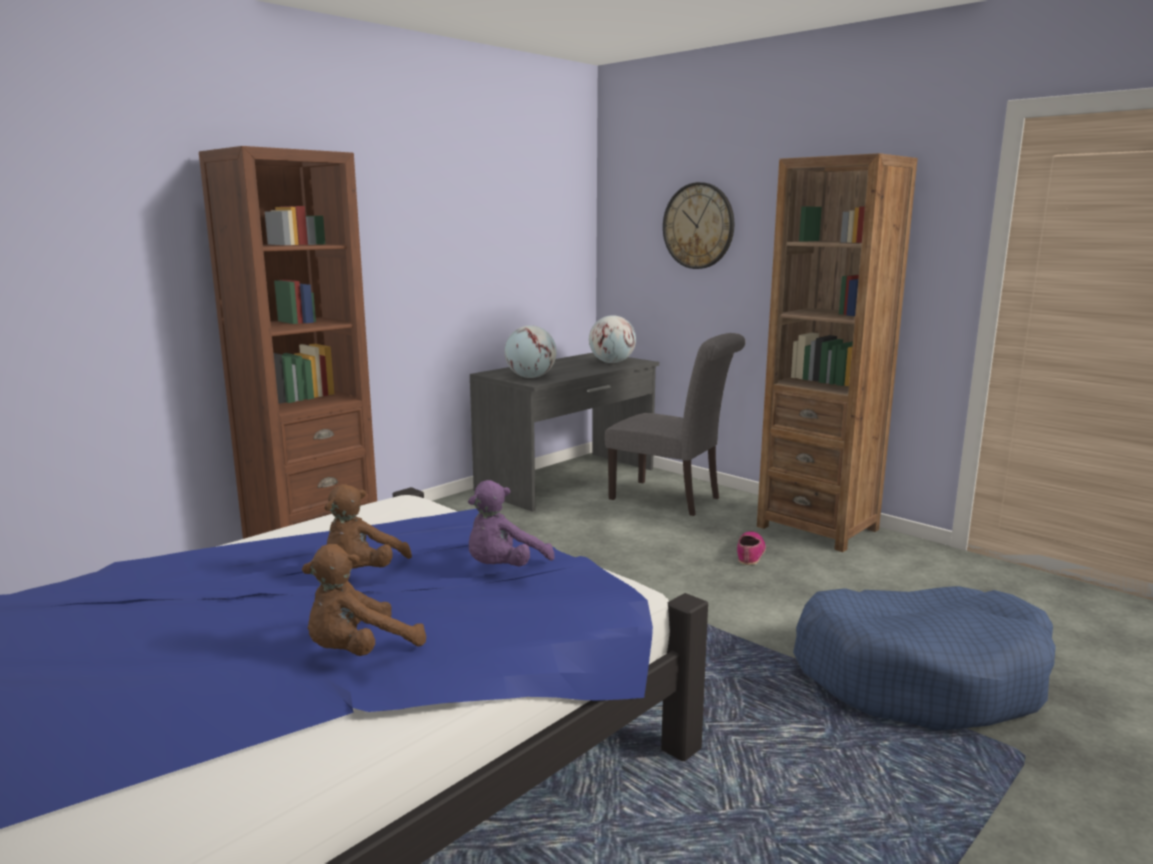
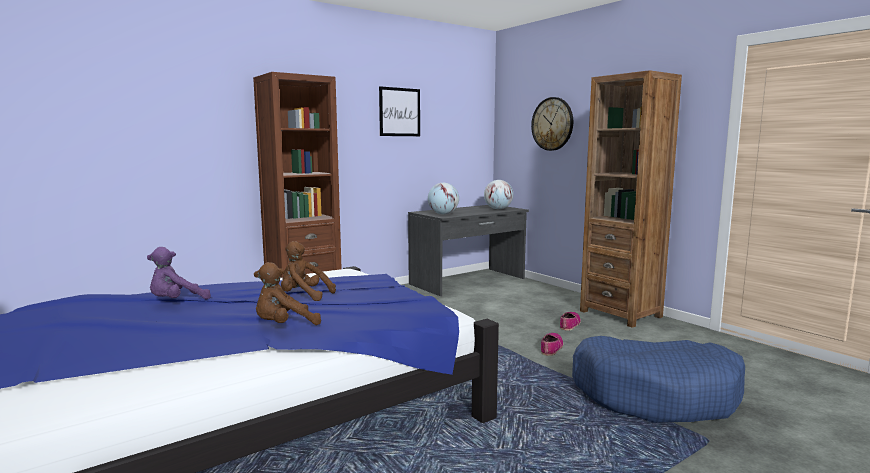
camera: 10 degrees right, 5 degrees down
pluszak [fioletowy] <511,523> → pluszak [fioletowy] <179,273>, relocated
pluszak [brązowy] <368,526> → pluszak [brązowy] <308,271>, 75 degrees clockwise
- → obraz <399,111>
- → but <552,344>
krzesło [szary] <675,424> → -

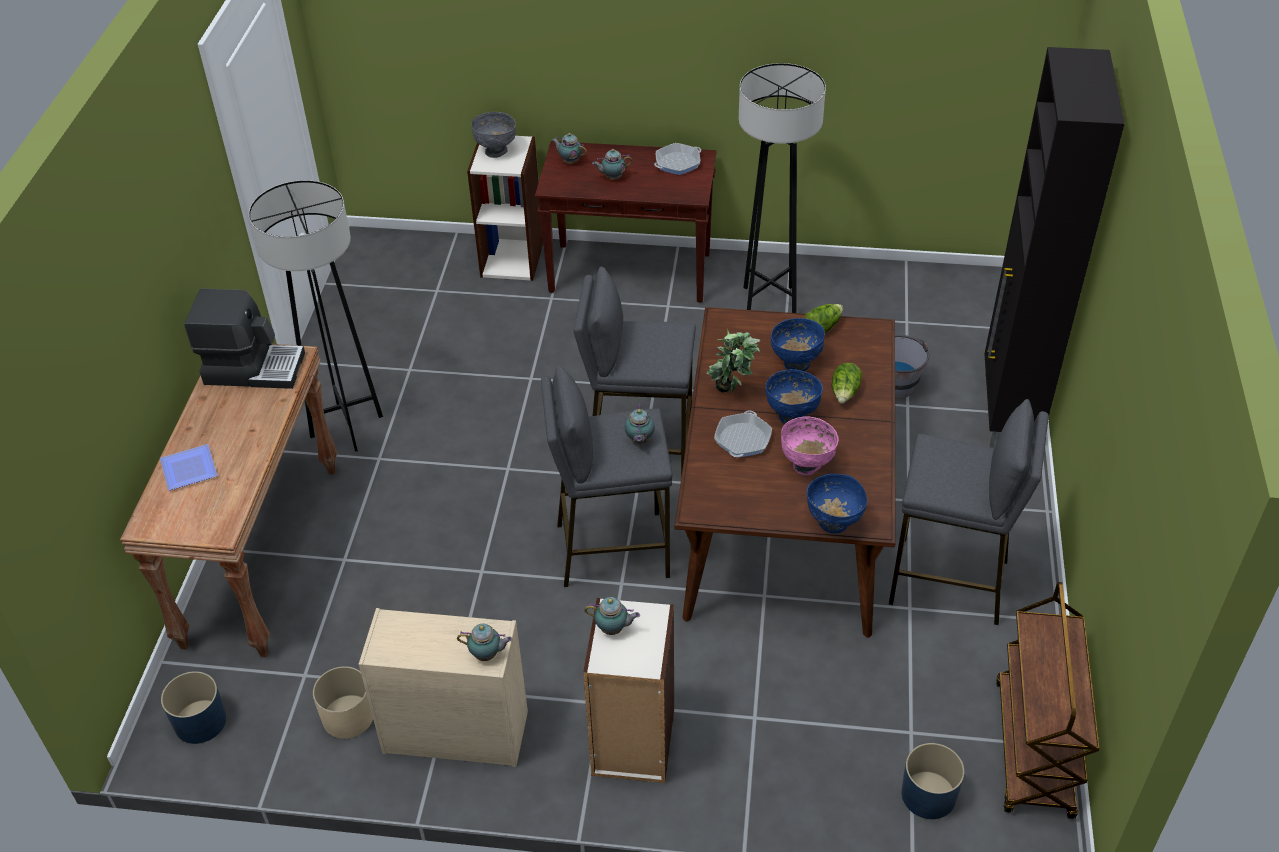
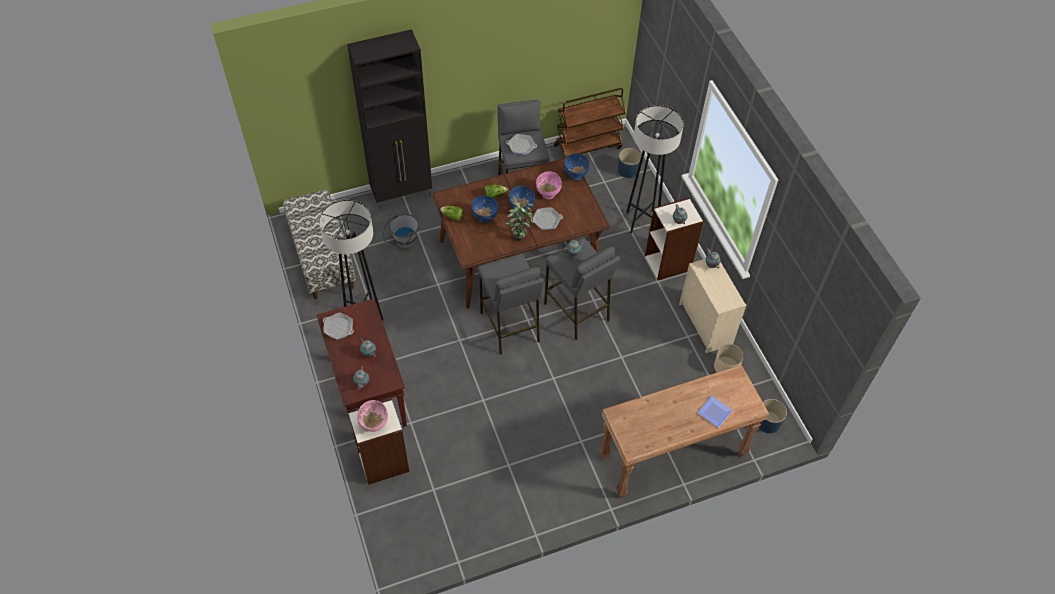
camera: 120 degrees left, 10 degrees up
- → ławka <319,244>
miska [szary] <493,135> → miska [różowy] <372,416>
- → patelnia <521,144>
lampa stojąca [szary] <316,316> → lampa stojąca [szary] <655,169>, relocated
ekspres do kawy <244,339> → -

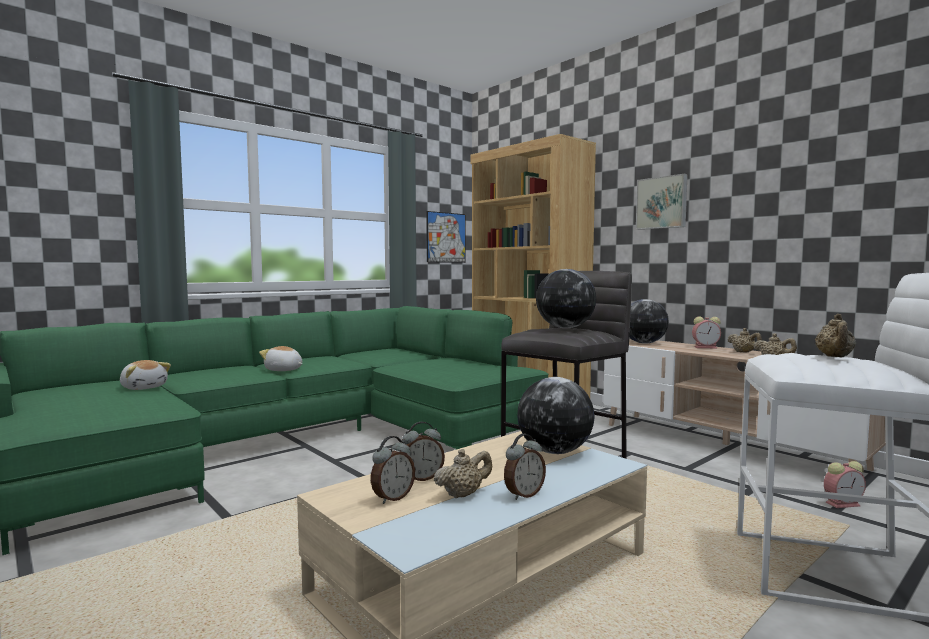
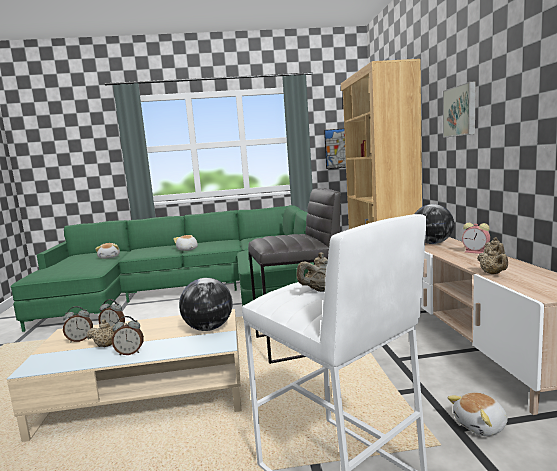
camera: 35 degrees right, 5 degrees up
budzik <845,484> → pluszak <477,414>
globus <566,298> → -

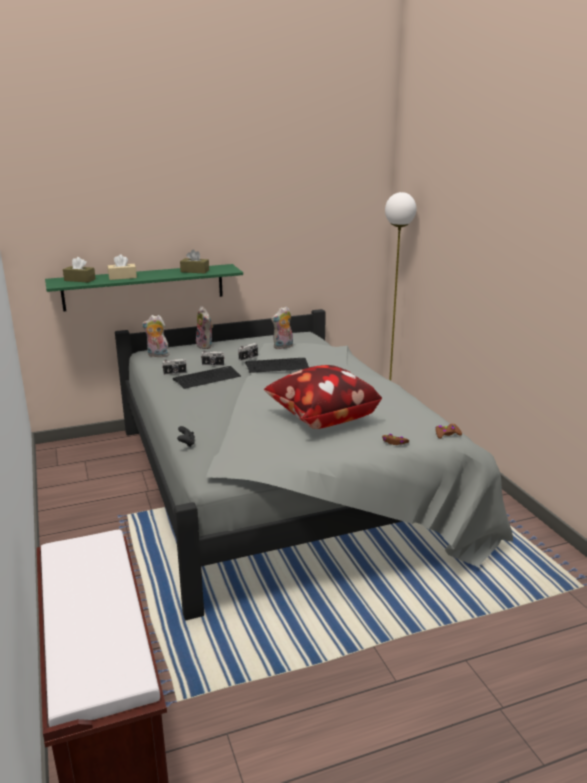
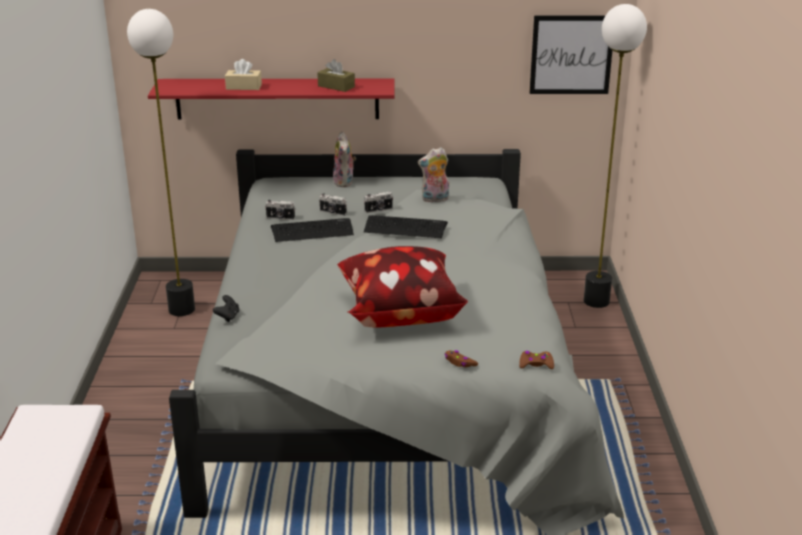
camera: 20 degrees right, 5 degrees up
- → lampa stojąca <161,162>
półka [zielony] <144,288> → półka [czerwony] <271,99>
- → obraz <570,54>
pudełko chusteczek [brązowy] <79,270> → -
pluszak <155,336> → -

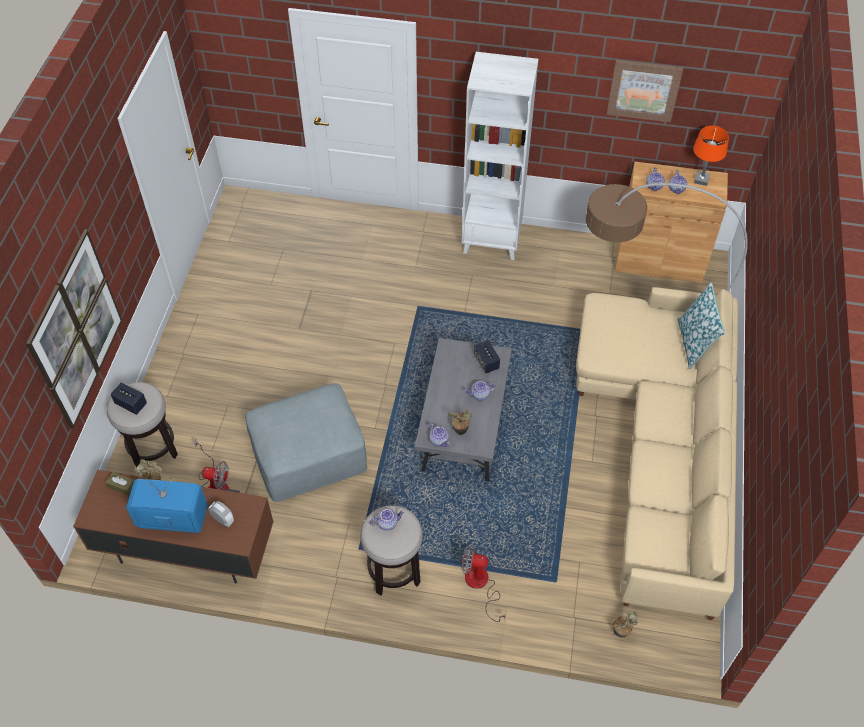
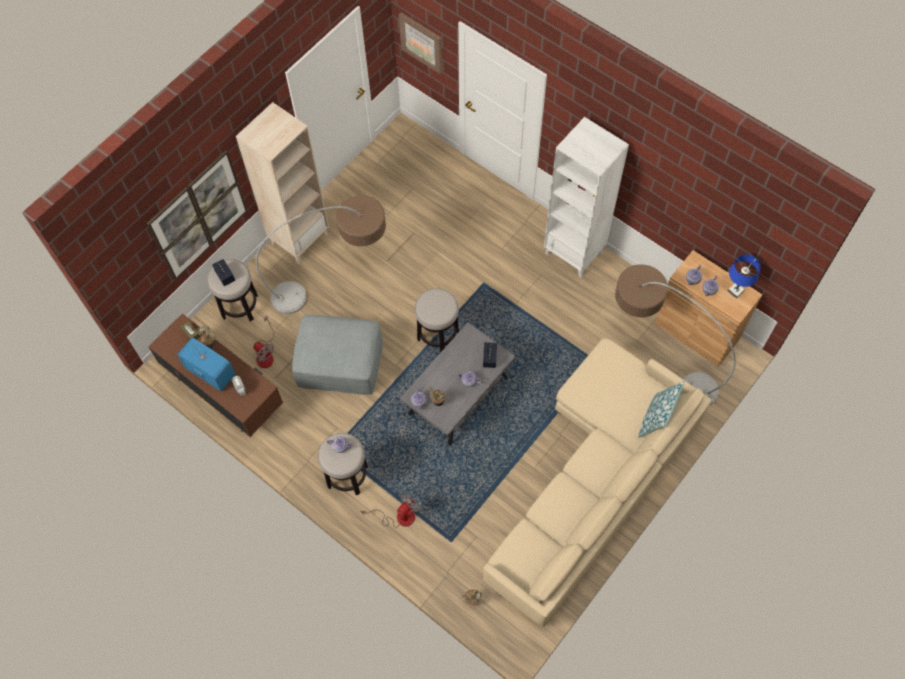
camera: 30 degrees right, 10 degrees up
- → regał [beżowy] <282,183>
- → lampa stojąca <321,254>
wentylator <484,583> → wentylator <389,511>, 90 degrees clockwise
obraz <645,91> → obraz <420,43>, relocated
- → stołek <437,320>
lampa stołowa [pomarańczowy] <711,156> → lampa stołowa [niebieski] <744,276>

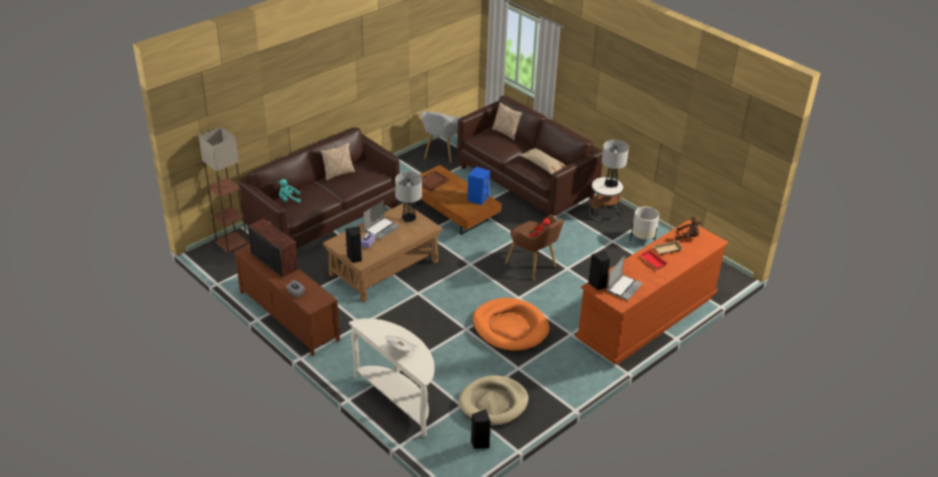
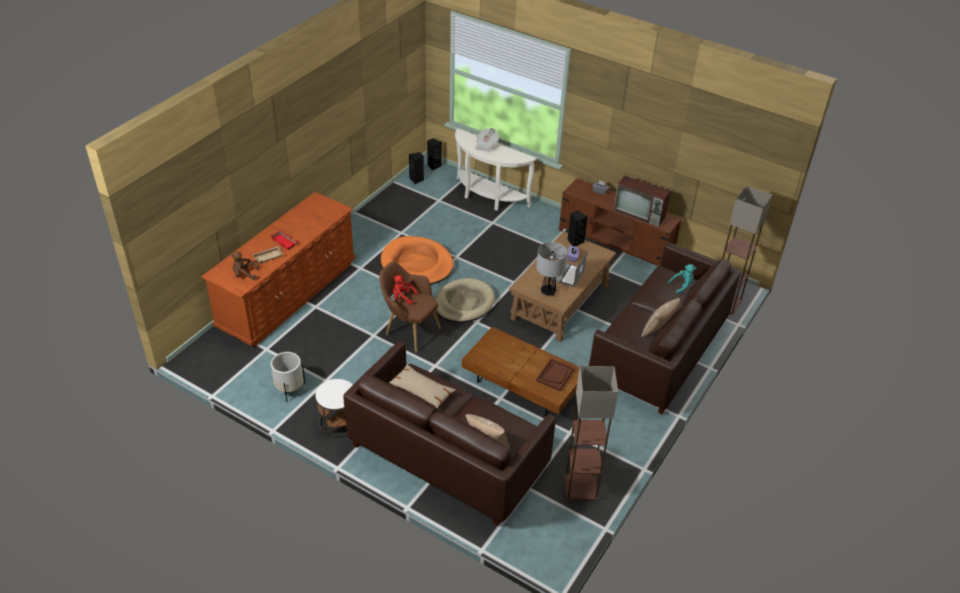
camera: 165 degrees right, 5 degrees up
głośnik [czarny] <599,270> → głośnik [czarny] <434,154>, relocated
legowisko [beżowy] <493,400> → legowisko [beżowy] <465,300>, relocated
fotel [szary] <441,137> → lampa stojąca <591,433>
głośnik [niebieski] <478,186> → -
lampa stołowa <615,163> → -
laptop <624,278> → -

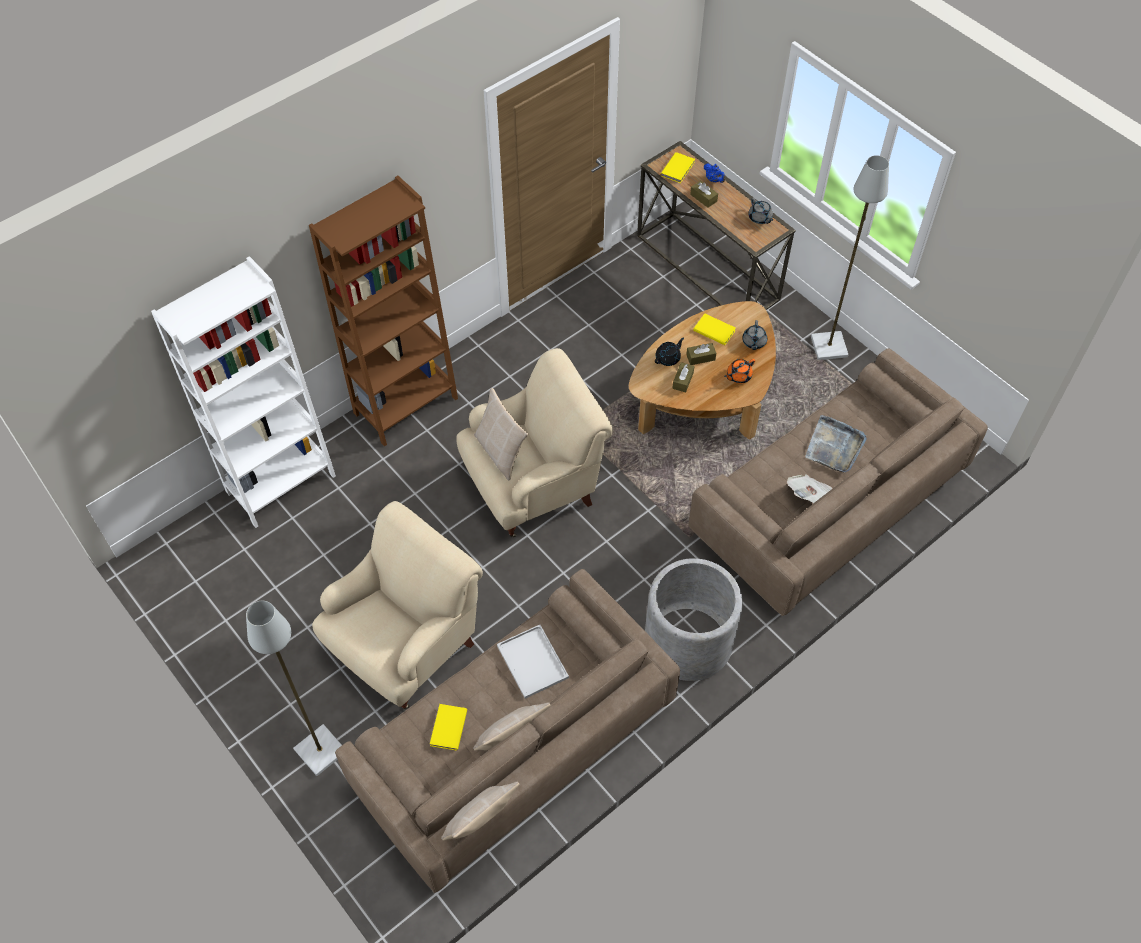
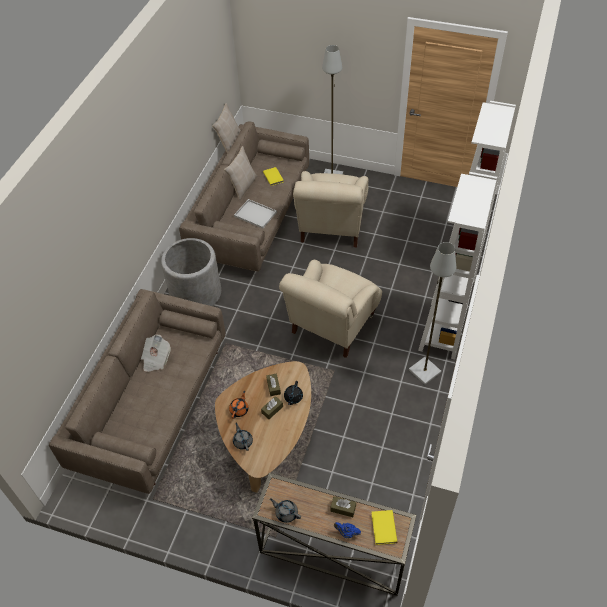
camera: 150 degrees right, 5 degrees down
lampa stojąca [szary] <850,257> → lampa stojąca [szary] <432,313>, relocated
regał [brązowy] <383,311> → regał [biały] <457,265>
poduszka [beżowy] <501,434> → -
książka [żółty] <714,329> → -
taca [szary] <836,444> → -

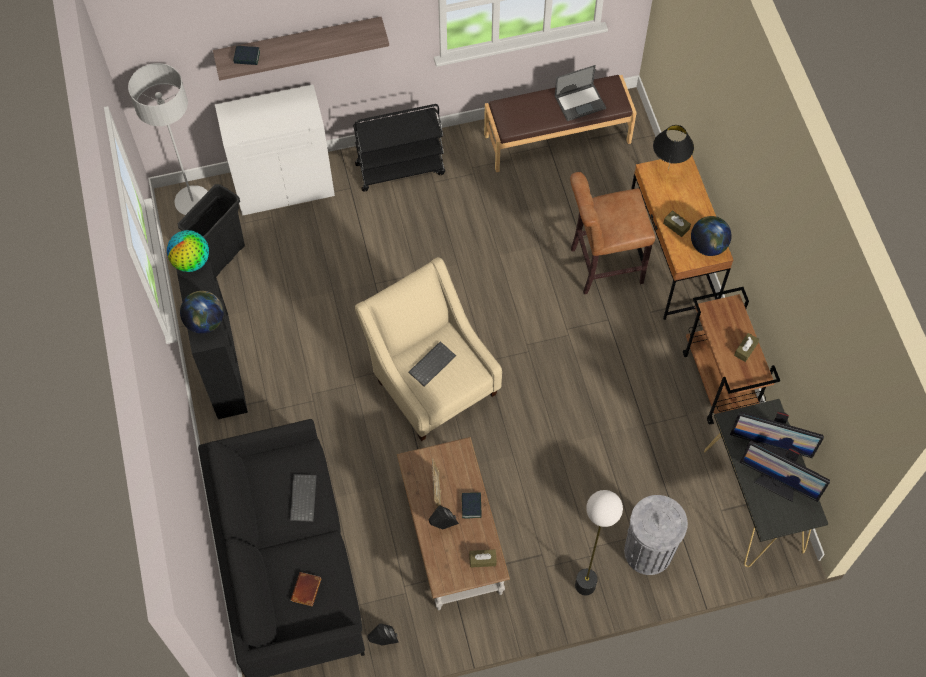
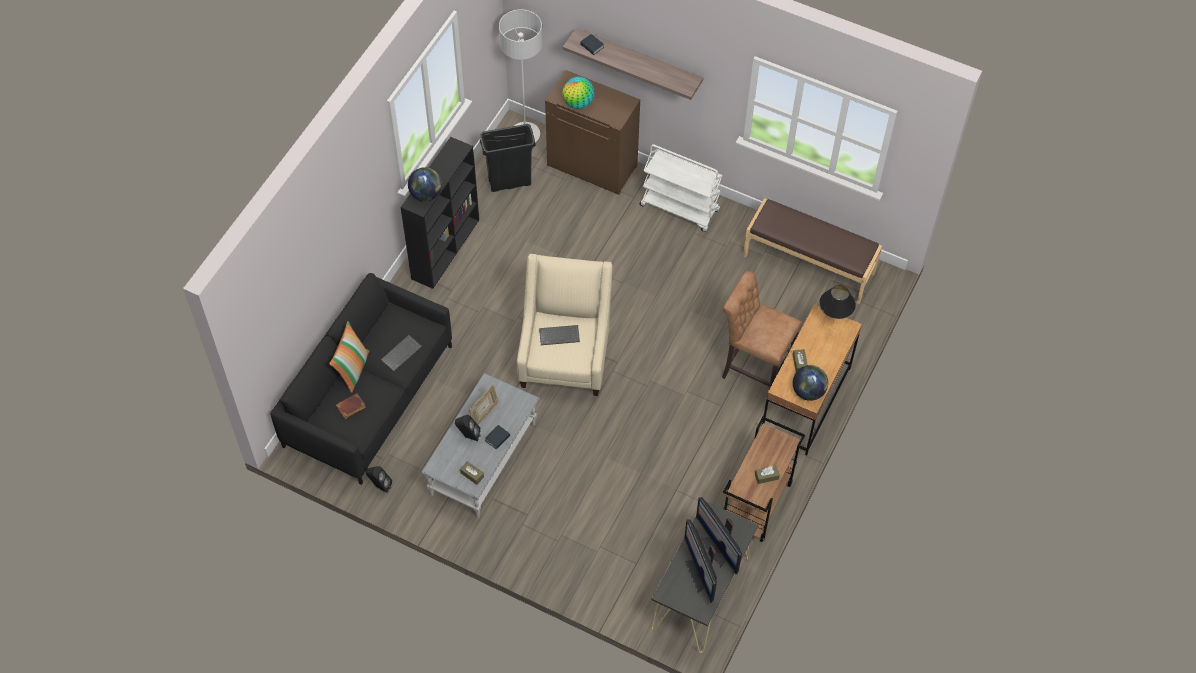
camera: 40 degrees right, 5 degrees down
- → poduszka <349,357>
ława [brązowy] <453,523> → ława [szary] <480,445>
szafka [biały] <275,150> → szafka [brązowy] <592,132>
globus <188,251> → globus <578,93>, relocated
wózek [czarny] <399,148> → wózek [biały] <681,188>
laptop <580,93> → -
lampa stojąca <599,542> → -
kosz na śmieci [szary] <656,535> → -

